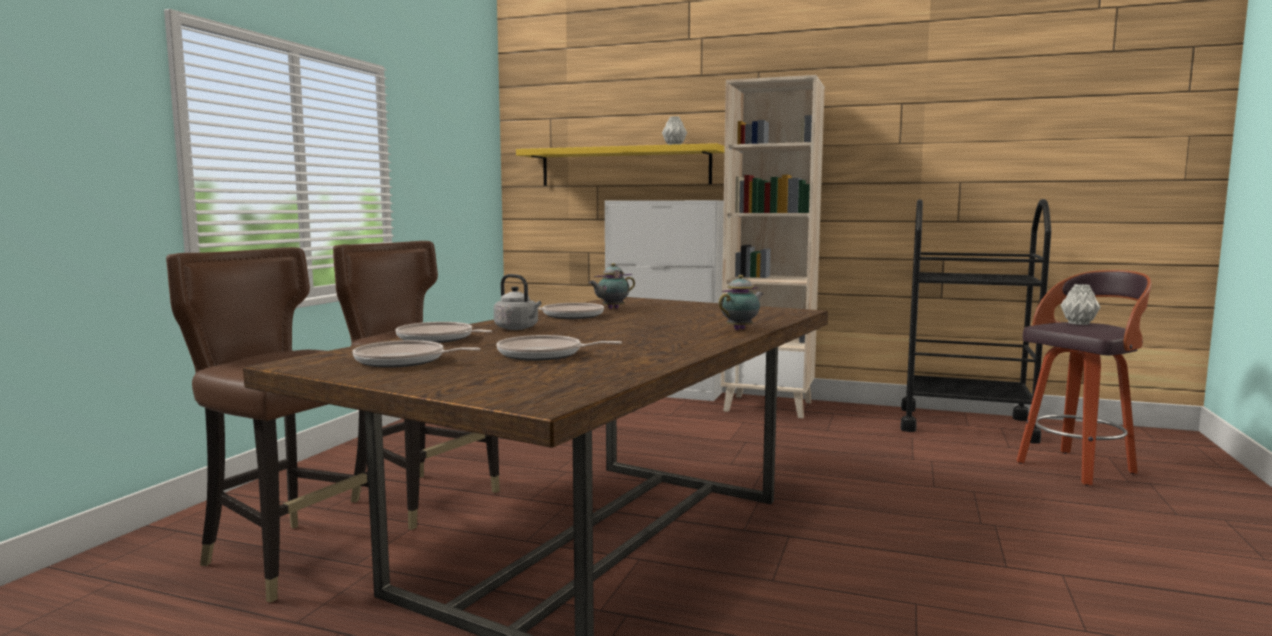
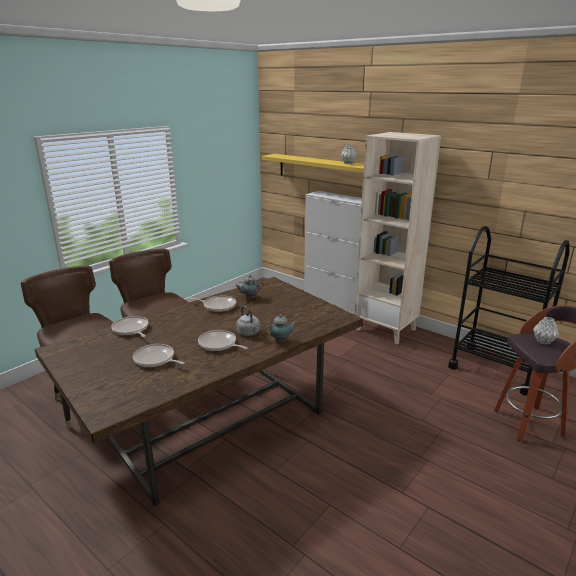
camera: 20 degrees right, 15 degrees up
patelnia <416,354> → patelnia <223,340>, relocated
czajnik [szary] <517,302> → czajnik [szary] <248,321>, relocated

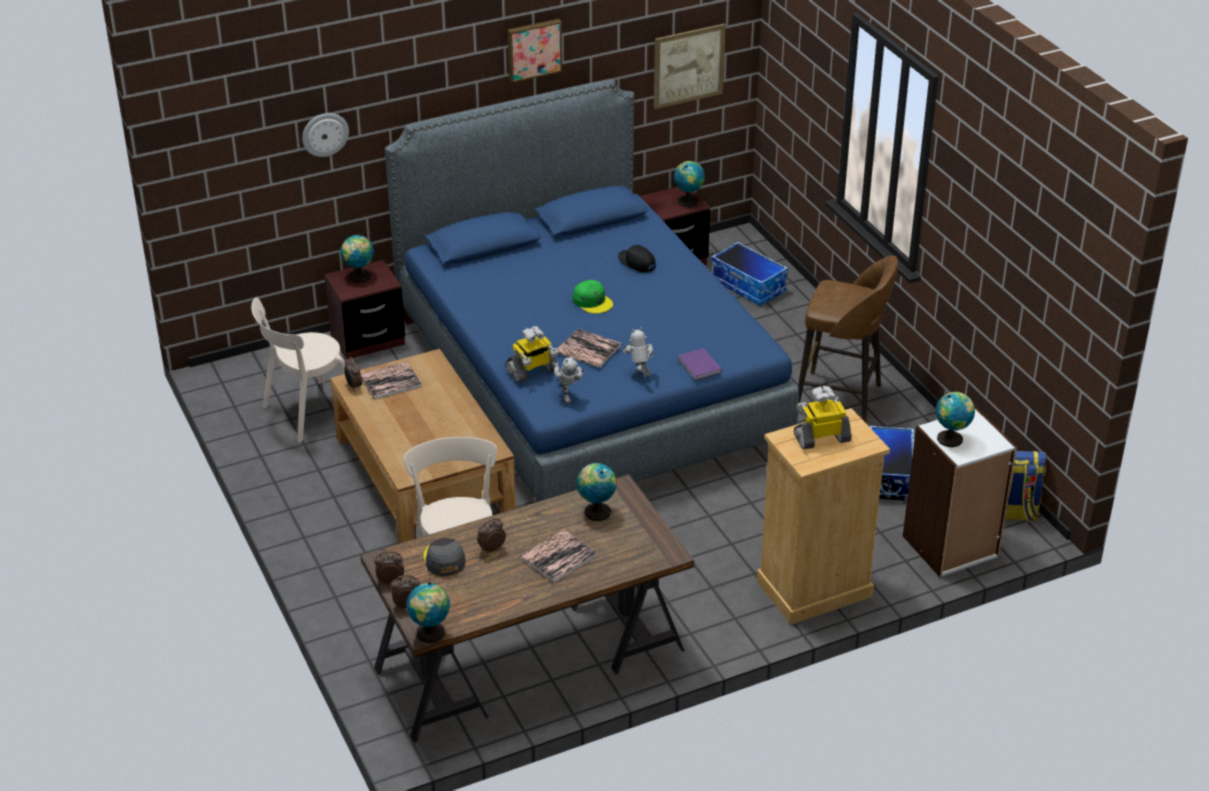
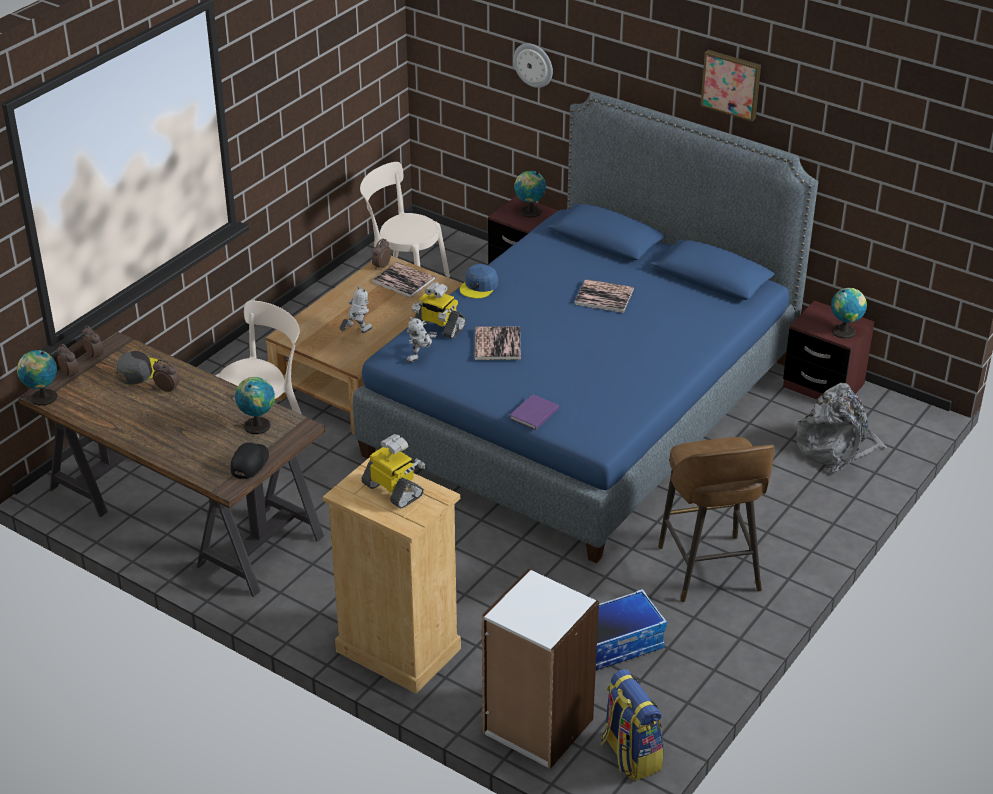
camera: 60 degrees right, 0 degrees up
czapka z daszkiem [czarny] <637,259> → czapka z daszkiem [czarny] <250,460>, relocated
robot zabawkowy <638,352> → robot zabawkowy <355,309>, relocated
- → czapka z daszkiem [niebieski] <479,281>
książka <558,556> → książka <604,296>, relocated
pojemnik do przechowywania <750,274> → plecak [szary] <841,428>
czapka z daszkiem [zielony] <593,297> → -
obraz <690,66> → -
globus <955,419> → -

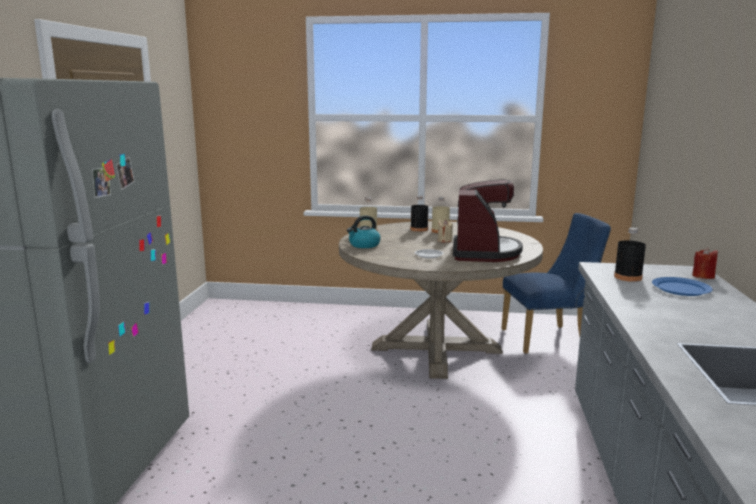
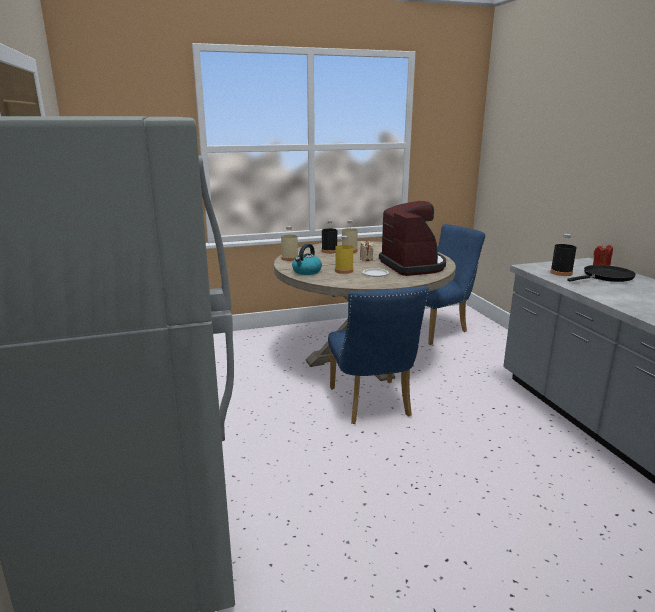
camera: 25 degrees left, 5 degrees up
- → krzesło [niebieski] <378,355>
- → butelka [żółty] <344,255>
talerz [niebieski] <682,286> → patelnia [czarny] <601,273>

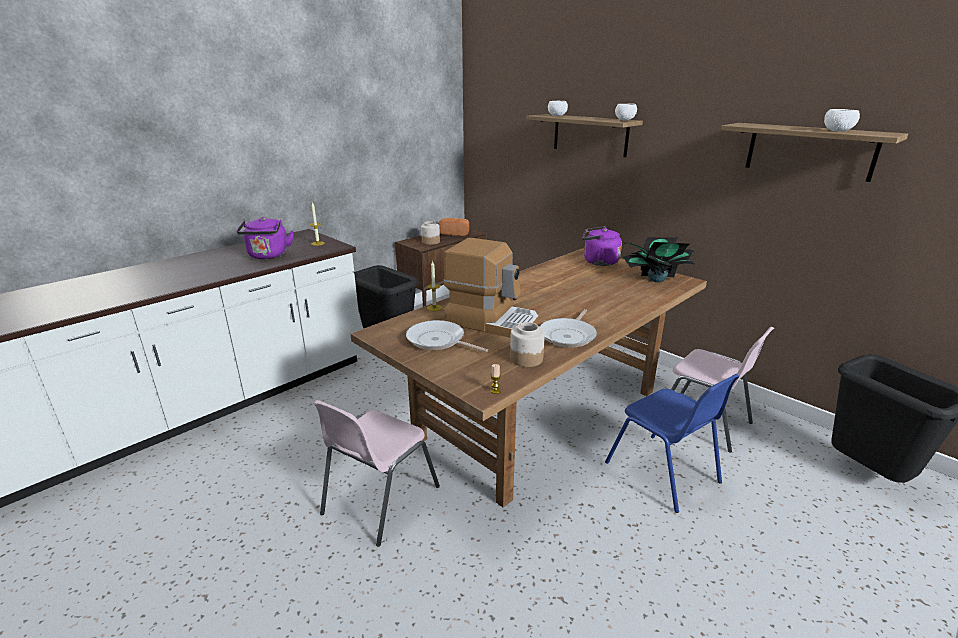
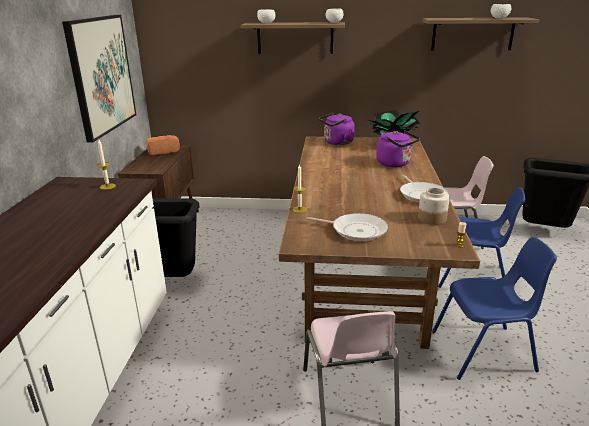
camera: 40 degrees left, 0 degrees up
- → obraz <99,79>
patelnia <447,336> → patelnia <347,227>, 150 degrees counterclockwise
czajnik [fioletowy] <265,238> → czajnik [fioletowy] <398,148>, relocated
- → krzesło [niebieski] <494,308>
słoik <430,233> → -
ekspres do kawy <491,288> → -

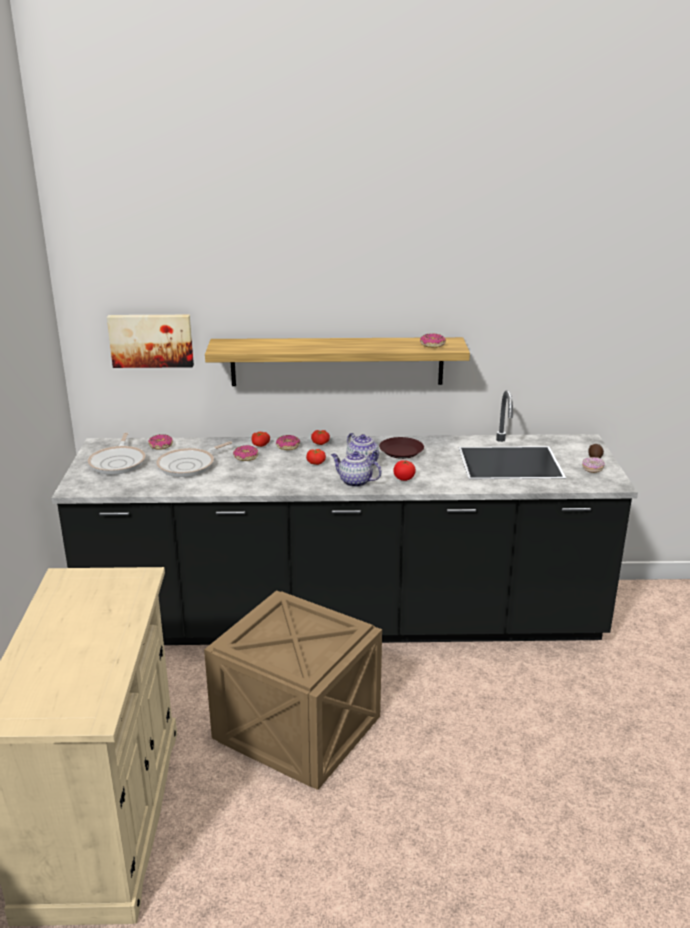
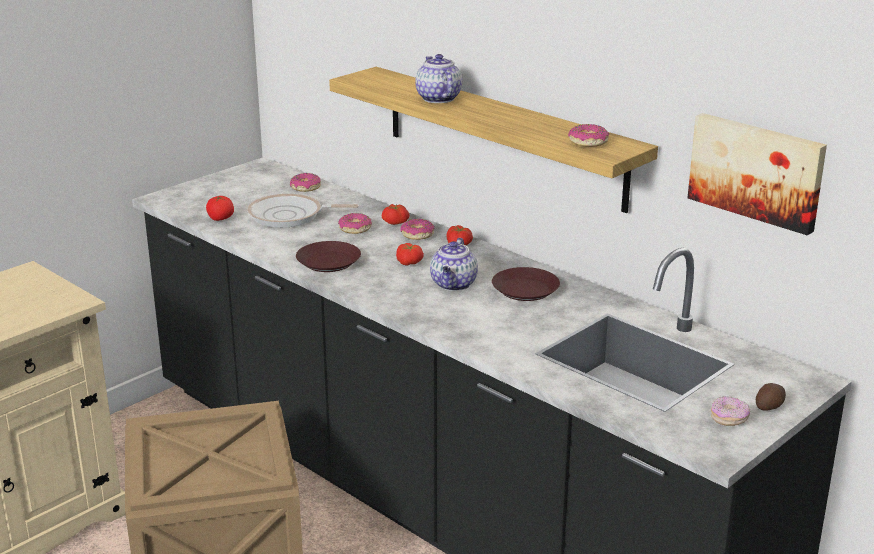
camera: 45 degrees right, 0 degrees up
pomidor <404,470> → pomidor <220,208>, relocated
- → talerz [brązowy] <328,256>
imbryk <356,469> → imbryk <438,78>, relocated
obraz <150,341> → obraz <757,174>, relocated
patelnia <117,454> → -

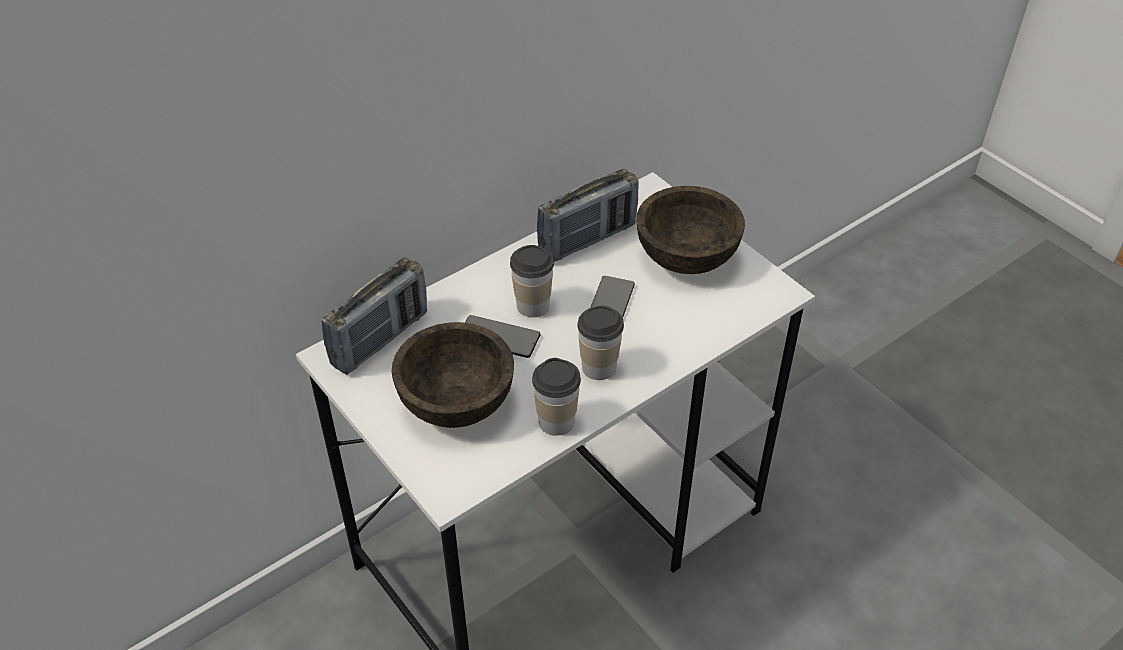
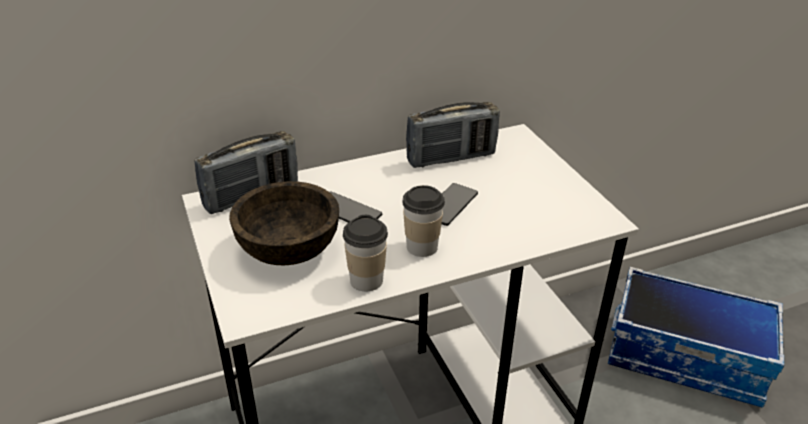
camera: 15 degrees right, 10 degrees down
- → pojemnik do przechowywania <696,337>
filiżanka <532,281> → -
miska [brązowy] <691,230> → -

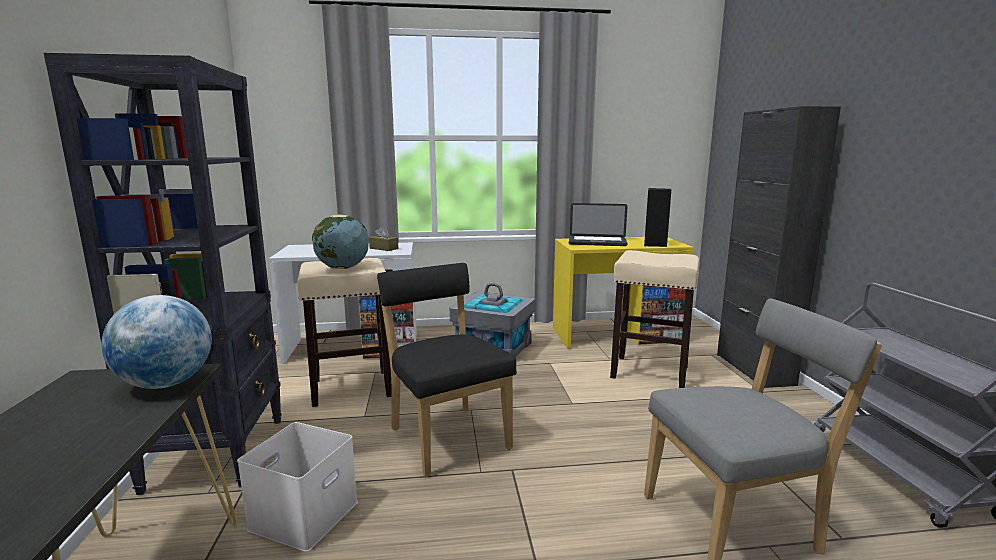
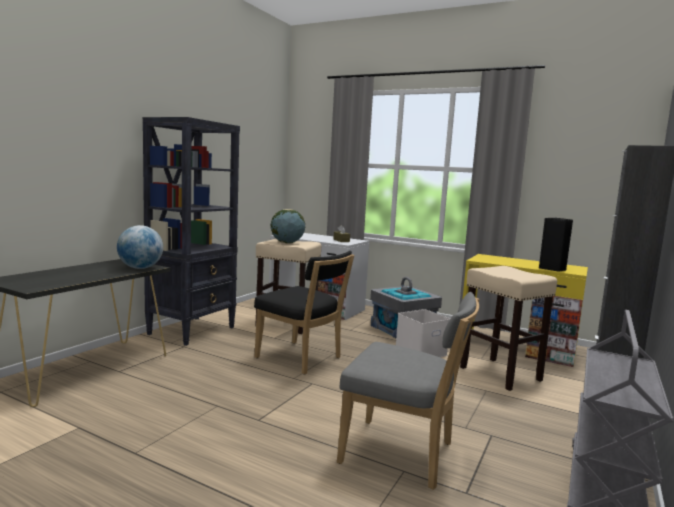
camera: 35 degrees right, 5 degrees down
krzesło [czarny] <447,370> → krzesło [czarny] <304,312>, 120 degrees clockwise
pojemnik do przechowywania [biały] <297,487> → pojemnik do przechowywania [biały] <423,333>, relocated
laptop <598,224> → -

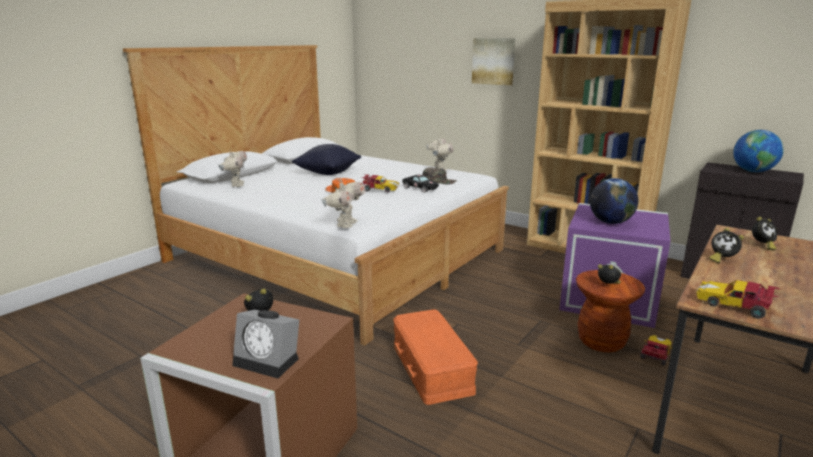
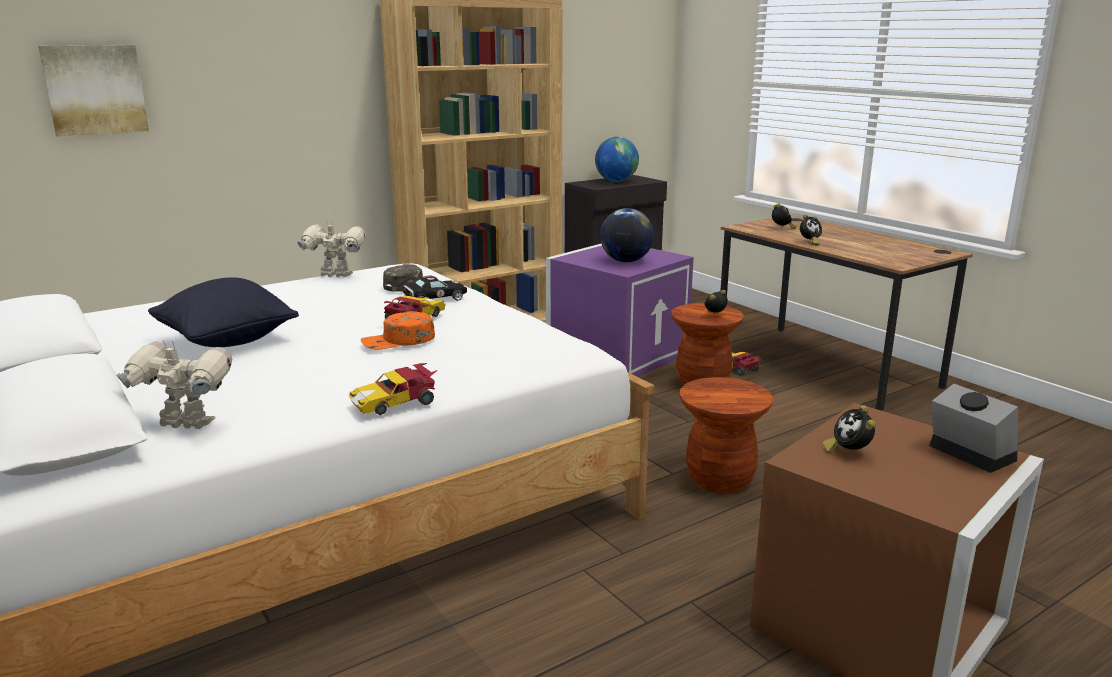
camera: 70 degrees left, 0 degrees up
obraz <493,61> → obraz <93,90>, relocated
samochodzik <738,299> → samochodzik <393,389>, relocated
pojemnik do przechowywania [pomarańczowy] <435,357> → stołek [brązowy] <726,435>
budzik <265,344> → budzik <973,428>, 75 degrees counterclockwise
robot zabawkowy <343,203> → -

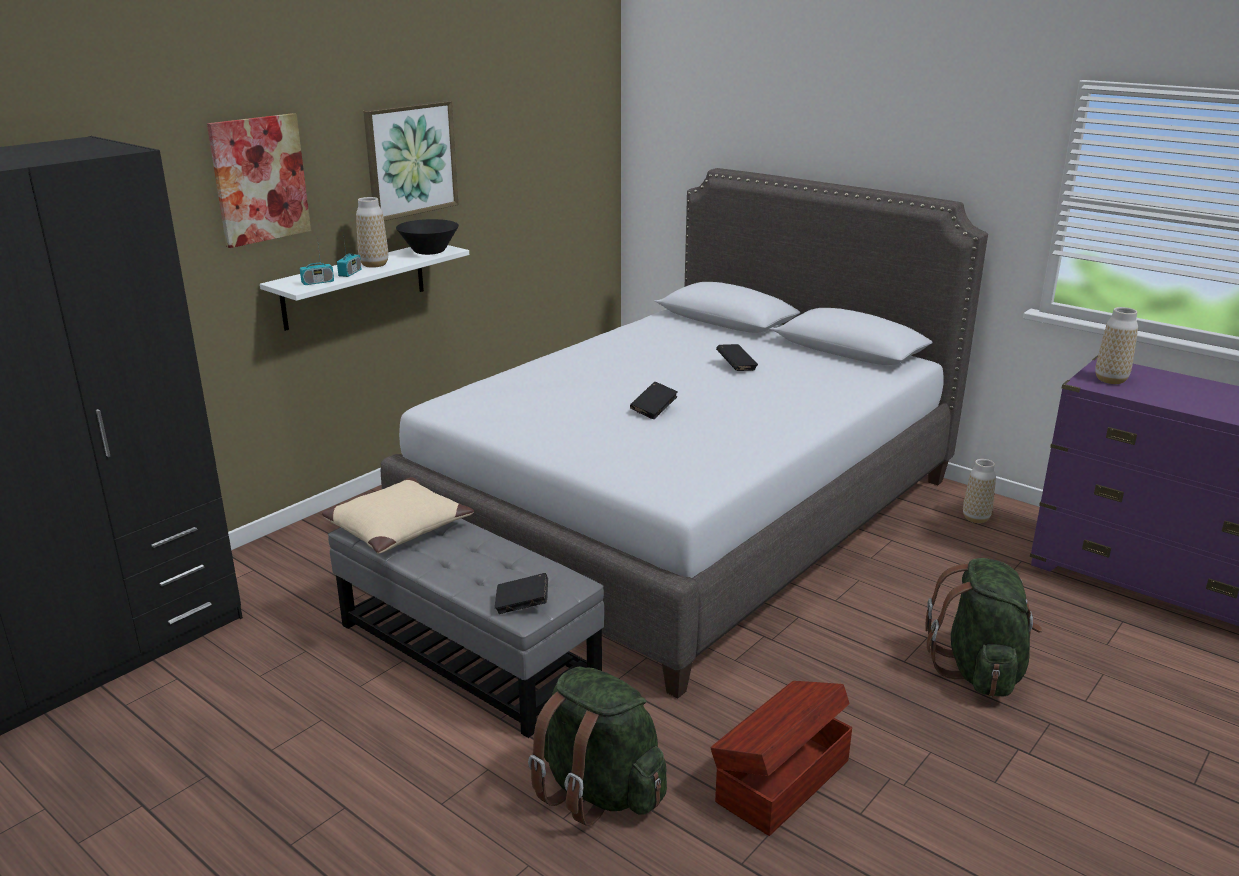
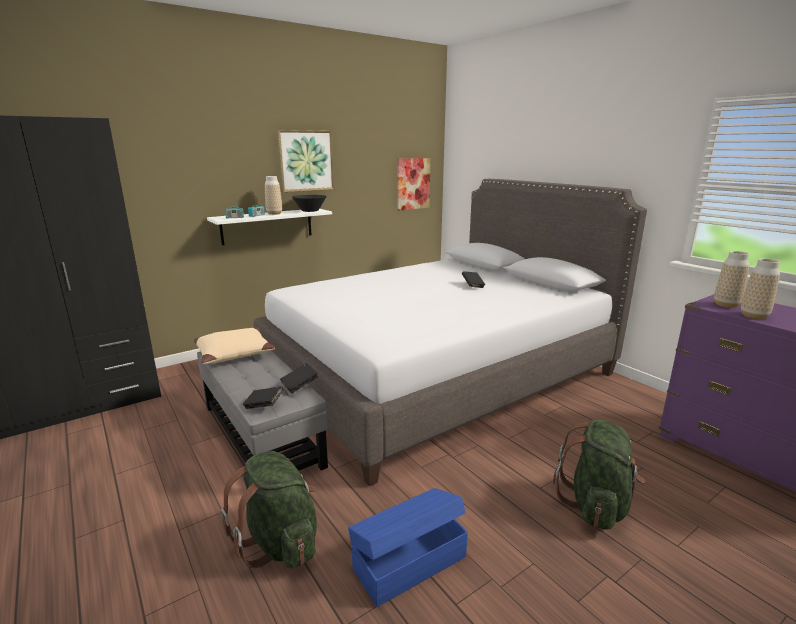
camera: 15 degrees right, 5 degrees down
książka [czarny] <654,400> → książka [czarny] <299,378>, relocated
pojemnik do przechowywania [brązowy] <781,758> → pojemnik do przechowywania [niebieski] <408,547>
obraz <259,180> → obraz <414,184>, relocated
wazon <979,491> → wazon <760,288>, relocated

